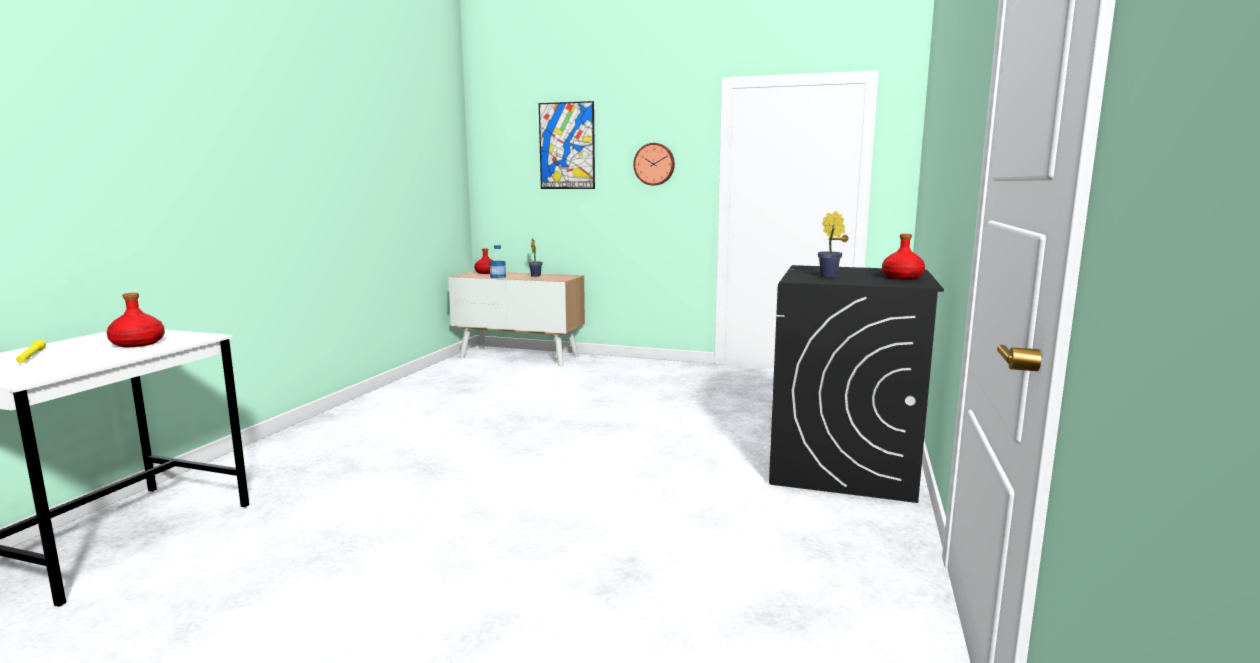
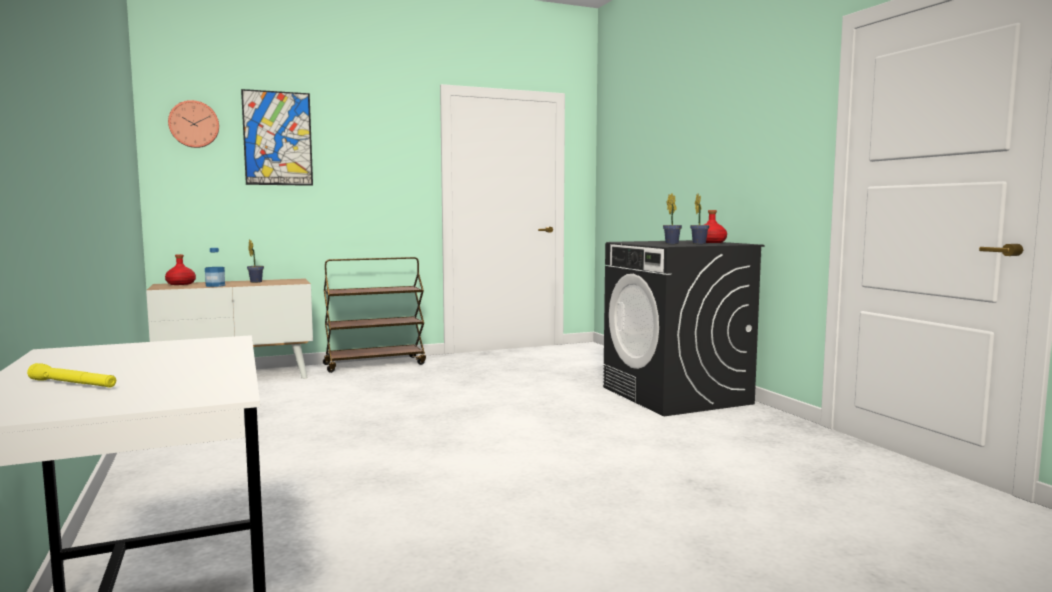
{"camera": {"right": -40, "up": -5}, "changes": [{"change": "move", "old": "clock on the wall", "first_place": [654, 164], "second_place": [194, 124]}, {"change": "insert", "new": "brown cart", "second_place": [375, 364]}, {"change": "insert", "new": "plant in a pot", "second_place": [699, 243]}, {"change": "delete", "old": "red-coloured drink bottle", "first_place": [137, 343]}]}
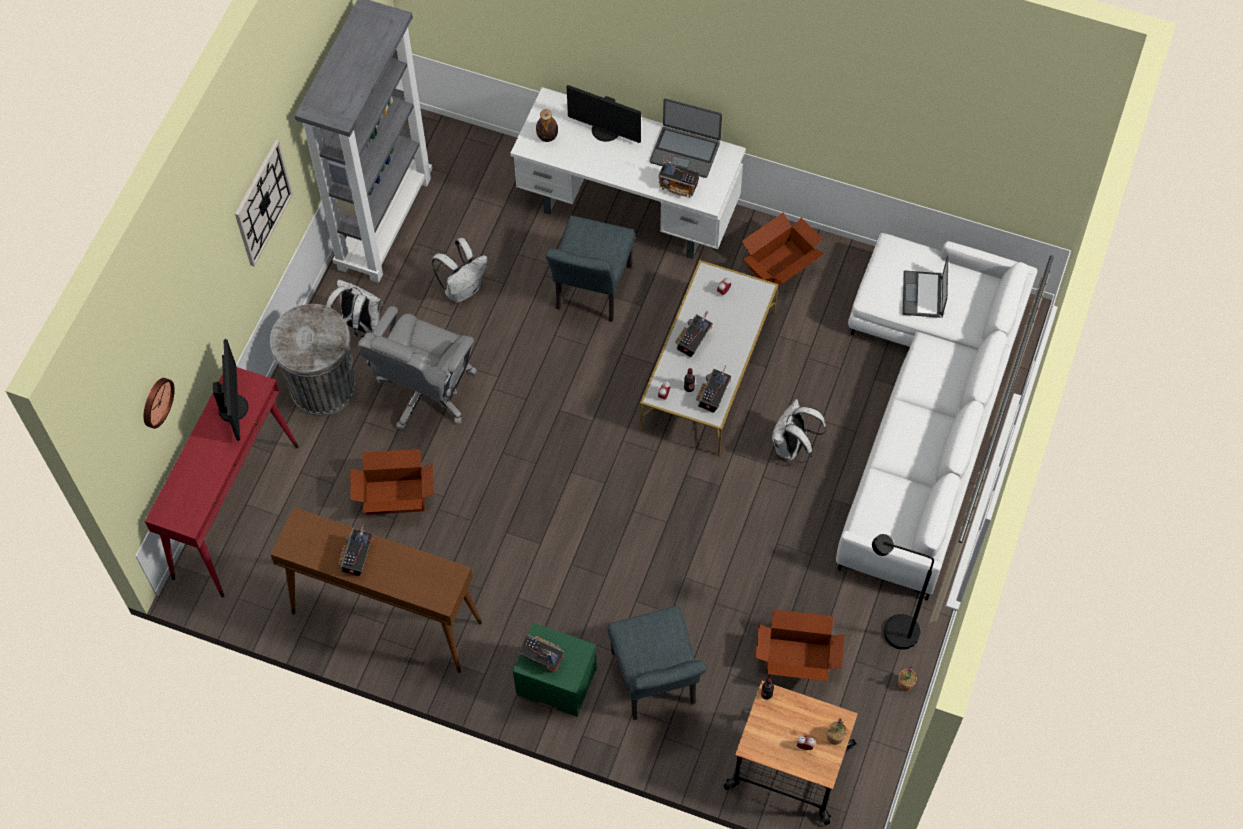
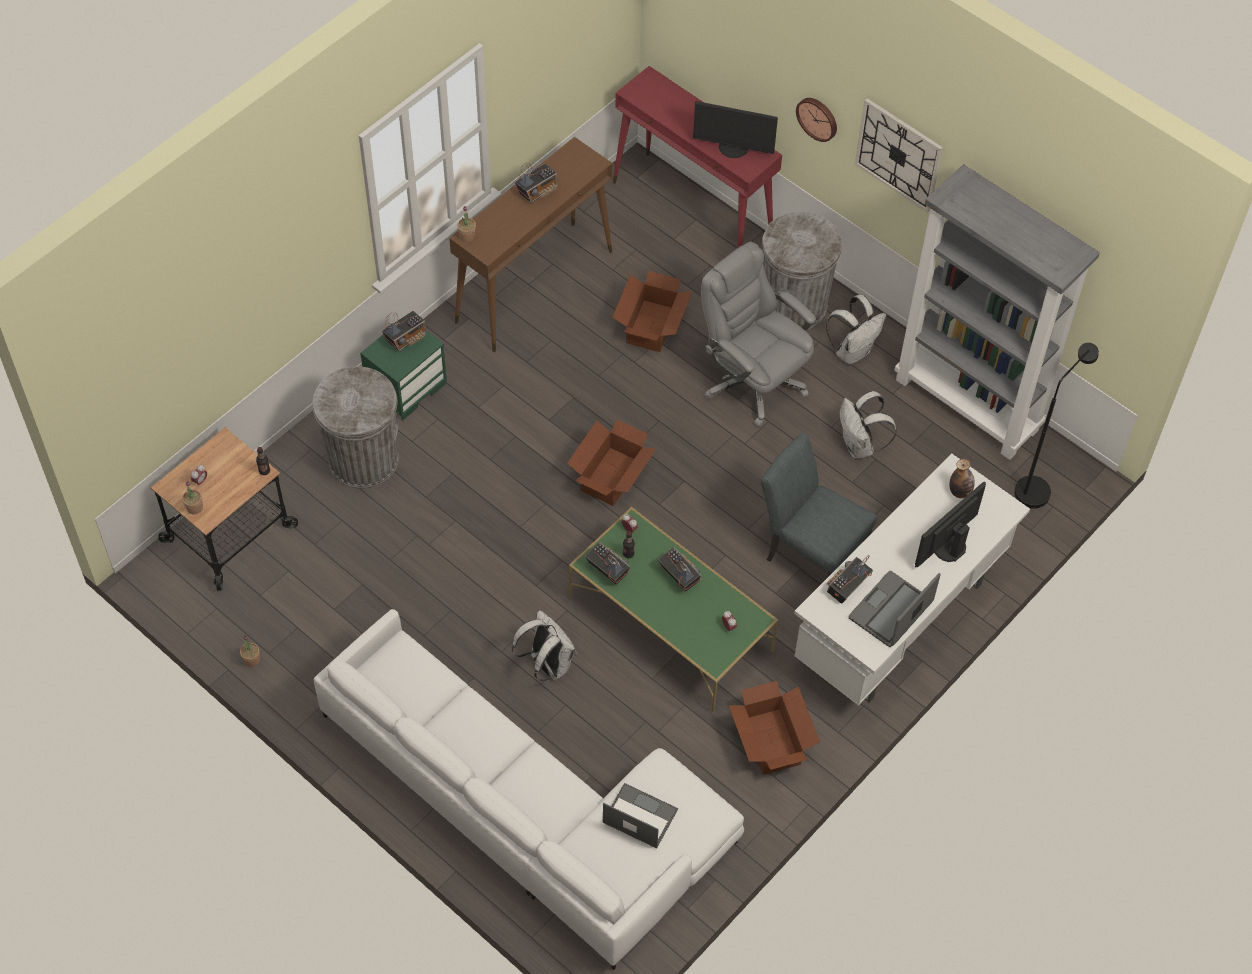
{"camera": {"right": 110, "up": -5}, "changes": [{"change": "replace", "old": "greyish chair", "new": "greyish trash can", "first_place": [655, 684], "second_place": [363, 460]}, {"change": "insert", "new": "plant in a pot", "second_place": [467, 236]}, {"change": "rotate", "old": "radio set", "first_place": [357, 559], "second_place": [538, 191], "degrees": 105}, {"change": "move", "old": "cardboard box", "first_place": [797, 658], "second_place": [612, 476]}, {"change": "recolor", "old": "white-coloured low table", "new": "greenish low table", "first_place": [708, 372], "second_place": [670, 623]}, {"change": "move", "old": "clock on the wall", "first_place": [156, 402], "second_place": [818, 118]}, {"change": "move", "old": "black-coloured floor lamp", "first_place": [891, 631], "second_place": [1036, 486]}]}
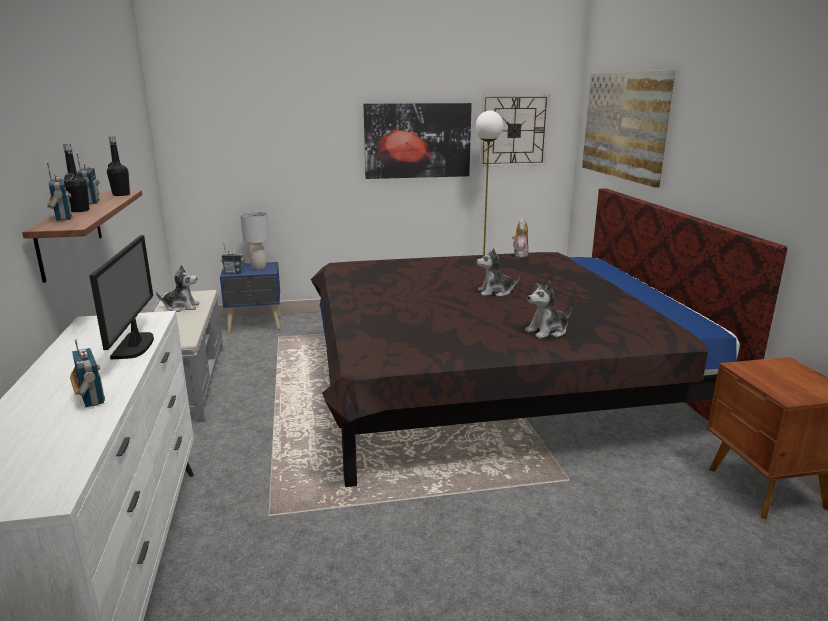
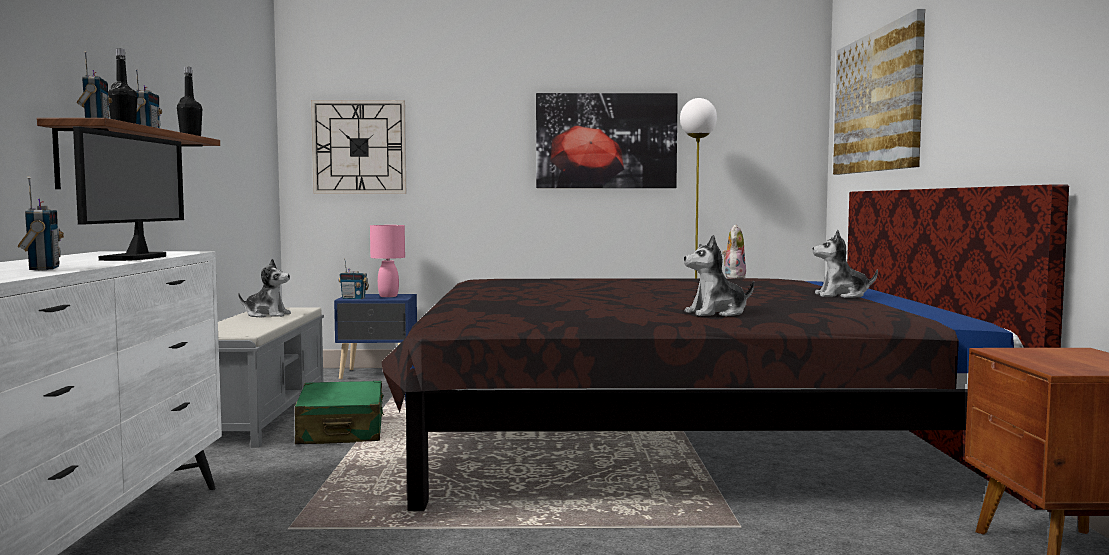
{"camera": {"right": 10, "up": -15}, "changes": [{"change": "insert", "new": "greenish piece of luggage", "second_place": [341, 431]}, {"change": "move", "old": "clock on the wall", "first_place": [513, 130], "second_place": [359, 147]}, {"change": "recolor", "old": "greyish lamp for a table", "new": "pink lamp for a table", "first_place": [258, 267], "second_place": [388, 296]}, {"change": "move", "old": "plush toy", "first_place": [495, 292], "second_place": [841, 296]}]}
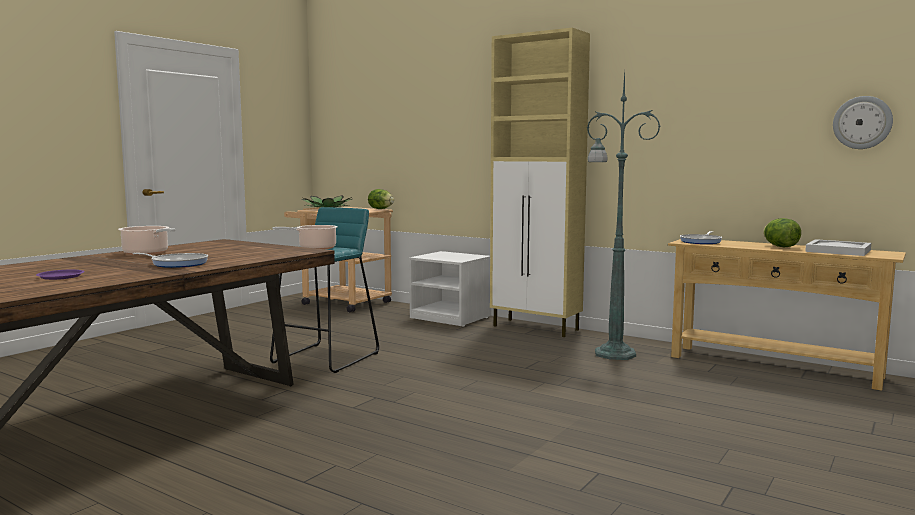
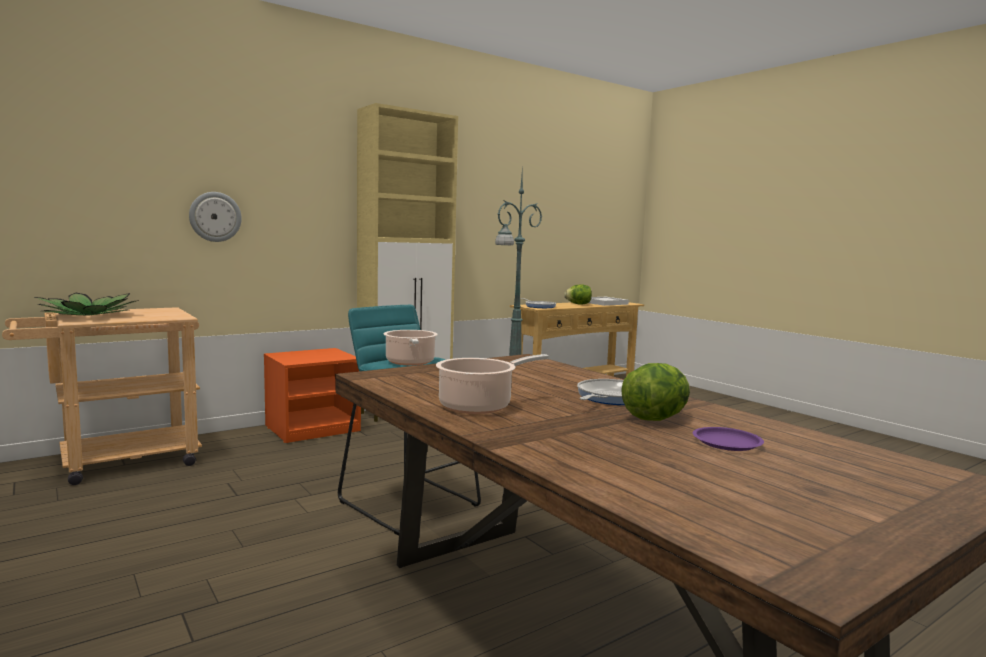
{"camera": {"right": -70, "up": 0}, "changes": [{"change": "move", "old": "clock on the wall", "first_place": [862, 122], "second_place": [215, 217]}, {"change": "recolor", "old": "white-coloured nightstand", "new": "orange nightstand", "first_place": [451, 317], "second_place": [313, 428]}, {"change": "move", "old": "head of lettuce", "first_place": [380, 209], "second_place": [655, 418]}]}
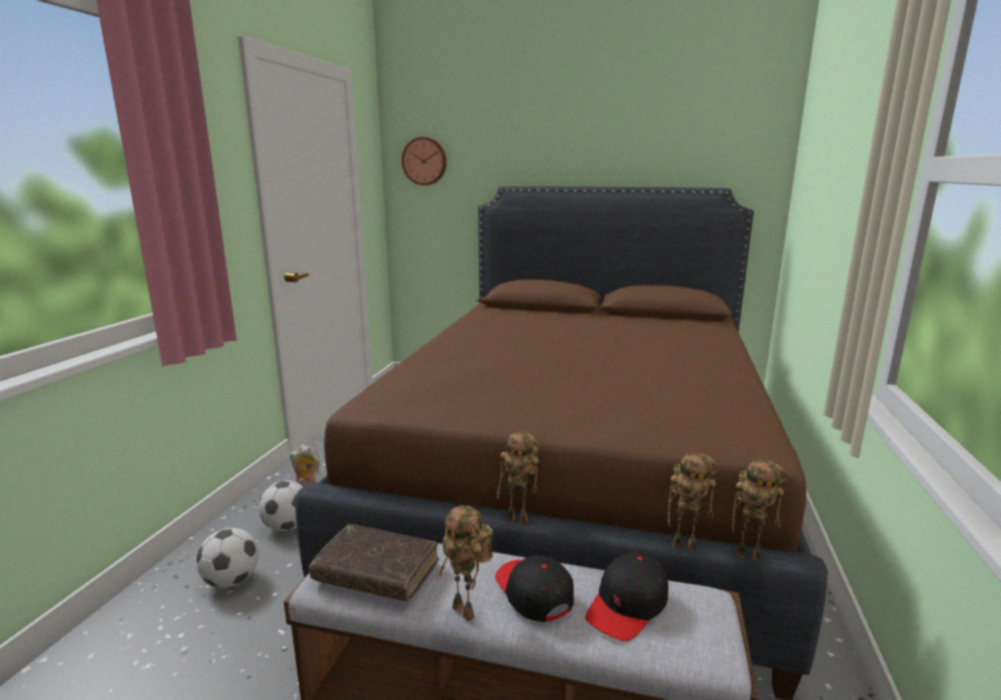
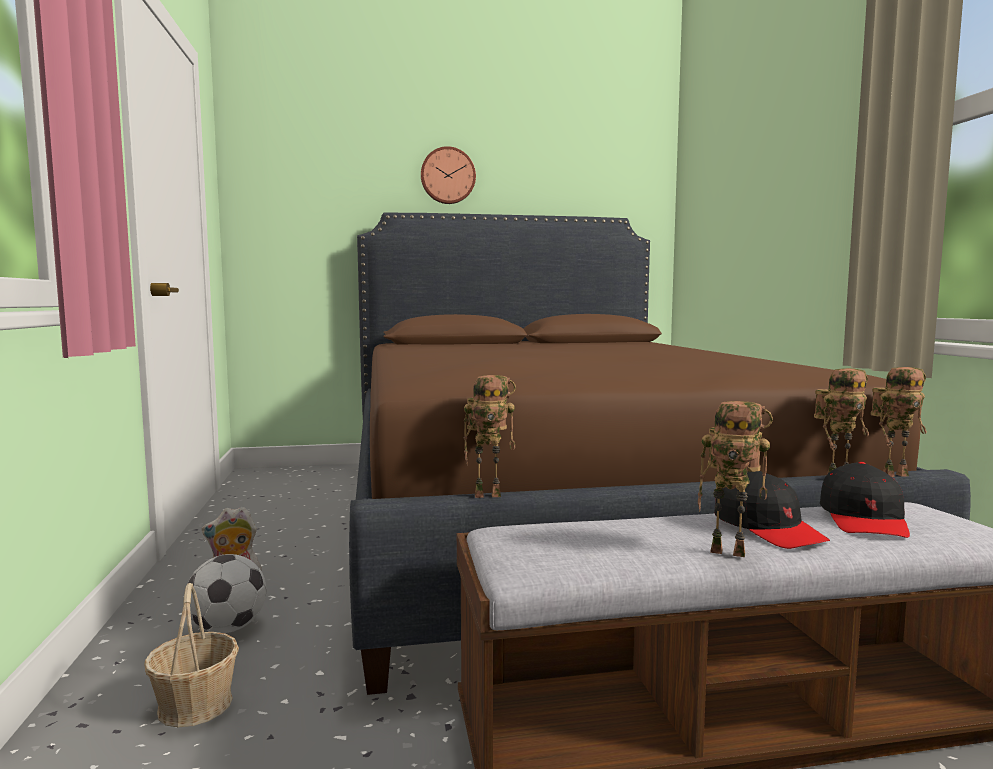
{"camera": {"right": -25, "up": -10}, "changes": [{"change": "replace", "old": "football", "new": "household basket", "first_place": [231, 581], "second_place": [196, 705]}, {"change": "move", "old": "clock on the wall", "first_place": [425, 161], "second_place": [447, 176]}, {"change": "move", "old": "toy robot", "first_place": [519, 519], "second_place": [489, 495]}, {"change": "rotate", "old": "black-coloured baseball cap", "first_place": [533, 593], "second_place": [768, 527], "degrees": -150}, {"change": "delete", "old": "brown book", "first_place": [376, 573]}]}
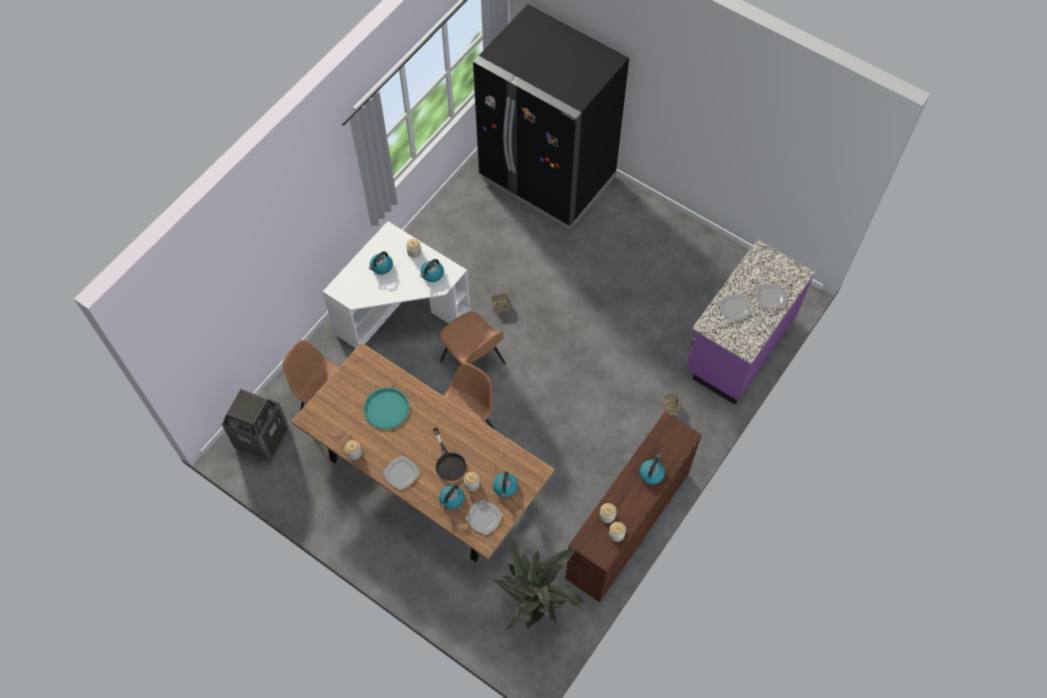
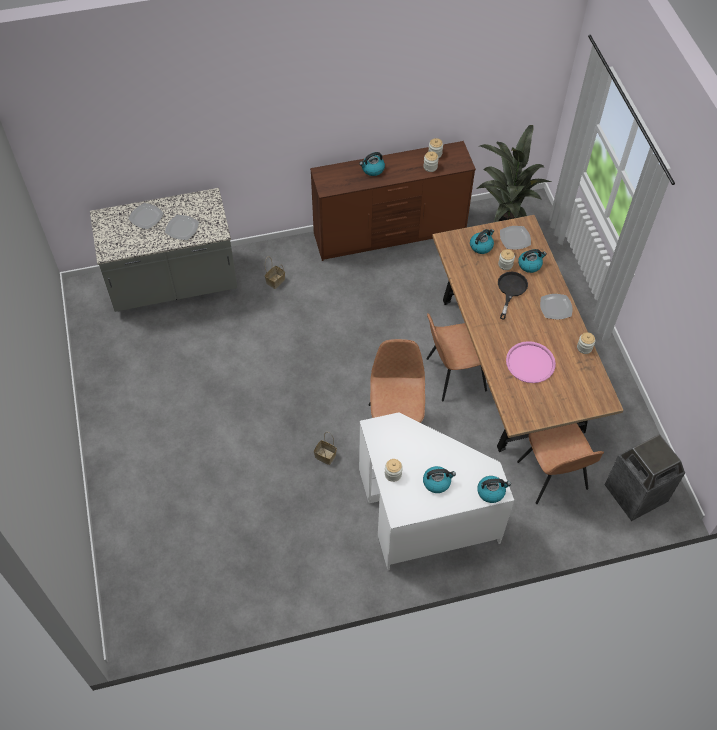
{"camera": {"right": -140, "up": -5}, "changes": [{"change": "recolor", "old": "purple-coloured kitchen base unit", "new": "greyish kitchen base unit", "first_place": [738, 345], "second_place": [174, 285]}, {"change": "move", "old": "tea kettle", "first_place": [432, 274], "second_place": [491, 492]}, {"change": "recolor", "old": "turquoise tray", "new": "pink tray", "first_place": [386, 409], "second_place": [530, 363]}, {"change": "delete", "old": "black-coloured kitchen fridge", "first_place": [547, 178]}]}
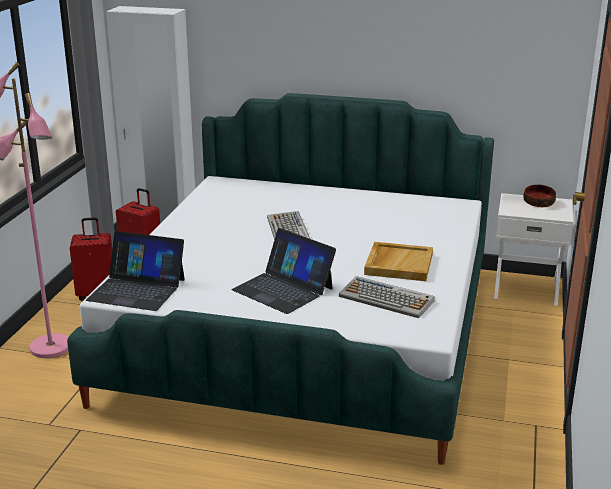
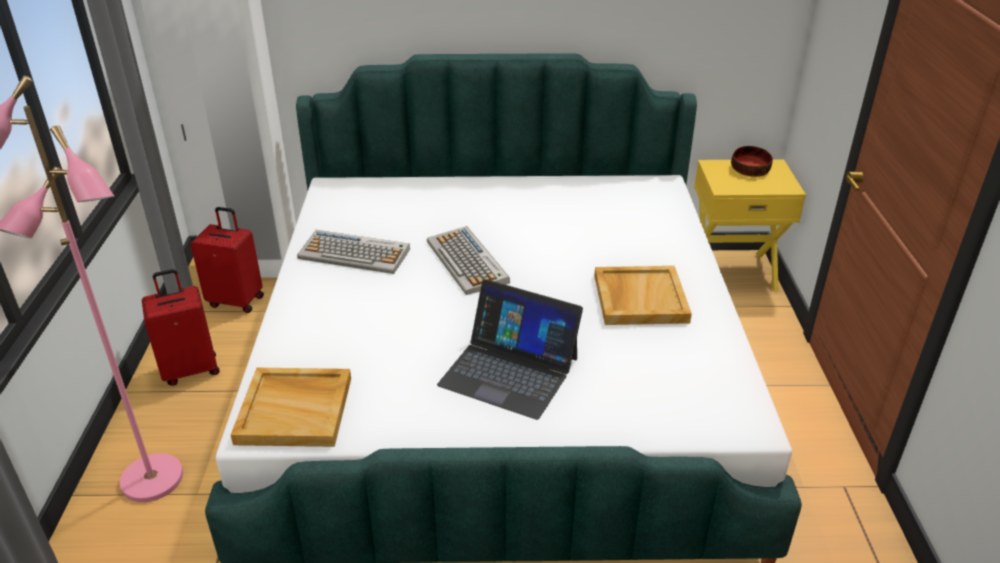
{"camera": {"right": -15, "up": 10}, "changes": [{"change": "replace", "old": "portable computer", "new": "beige tray", "first_place": [137, 289], "second_place": [296, 409]}, {"change": "move", "old": "PC keyboard", "first_place": [387, 299], "second_place": [355, 253]}, {"change": "recolor", "old": "white-coloured nightstand", "new": "yellow-coloured nightstand", "first_place": [526, 288], "second_place": [731, 271]}]}
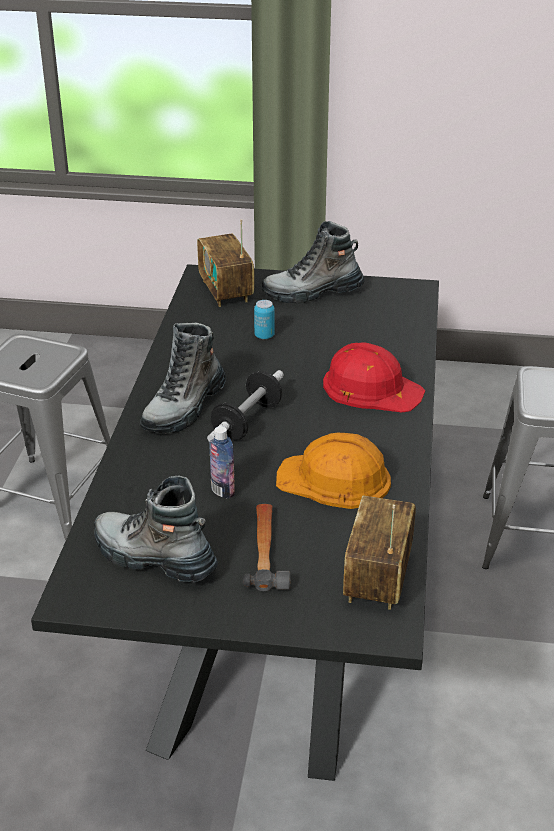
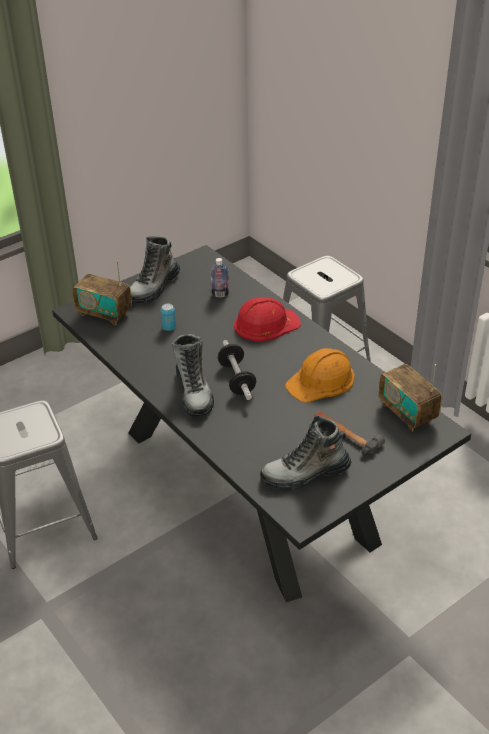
{"camera": {"right": -45, "up": 5}, "changes": [{"change": "move", "old": "drink bottle", "first_place": [222, 491], "second_place": [220, 294]}]}
